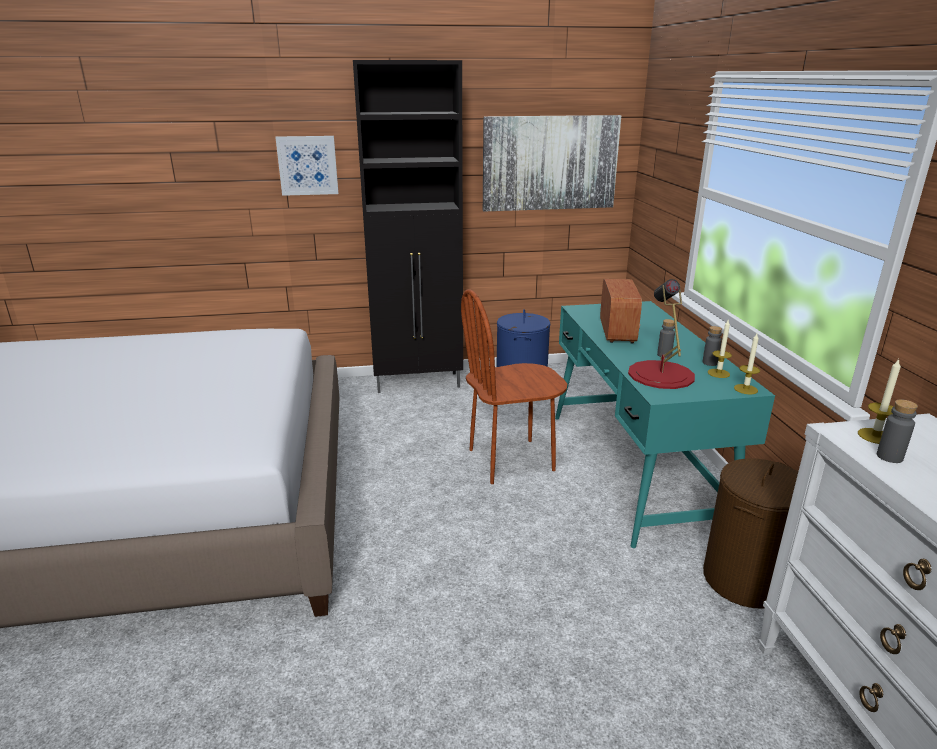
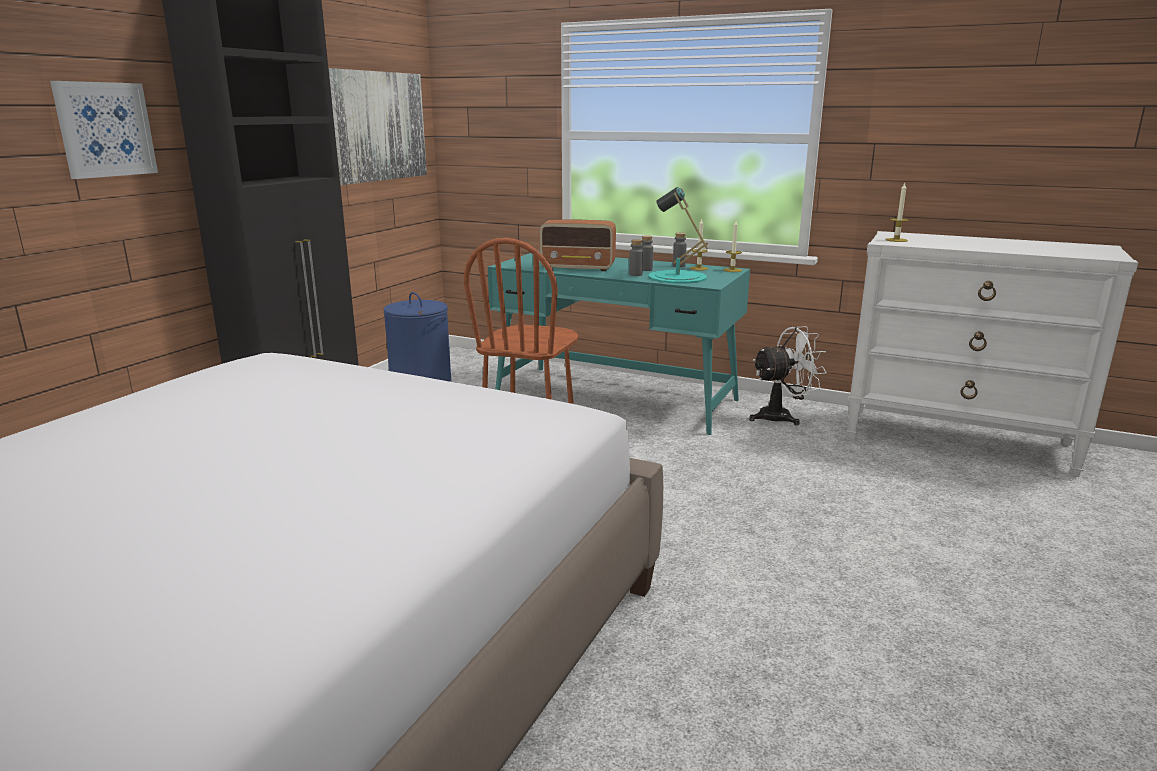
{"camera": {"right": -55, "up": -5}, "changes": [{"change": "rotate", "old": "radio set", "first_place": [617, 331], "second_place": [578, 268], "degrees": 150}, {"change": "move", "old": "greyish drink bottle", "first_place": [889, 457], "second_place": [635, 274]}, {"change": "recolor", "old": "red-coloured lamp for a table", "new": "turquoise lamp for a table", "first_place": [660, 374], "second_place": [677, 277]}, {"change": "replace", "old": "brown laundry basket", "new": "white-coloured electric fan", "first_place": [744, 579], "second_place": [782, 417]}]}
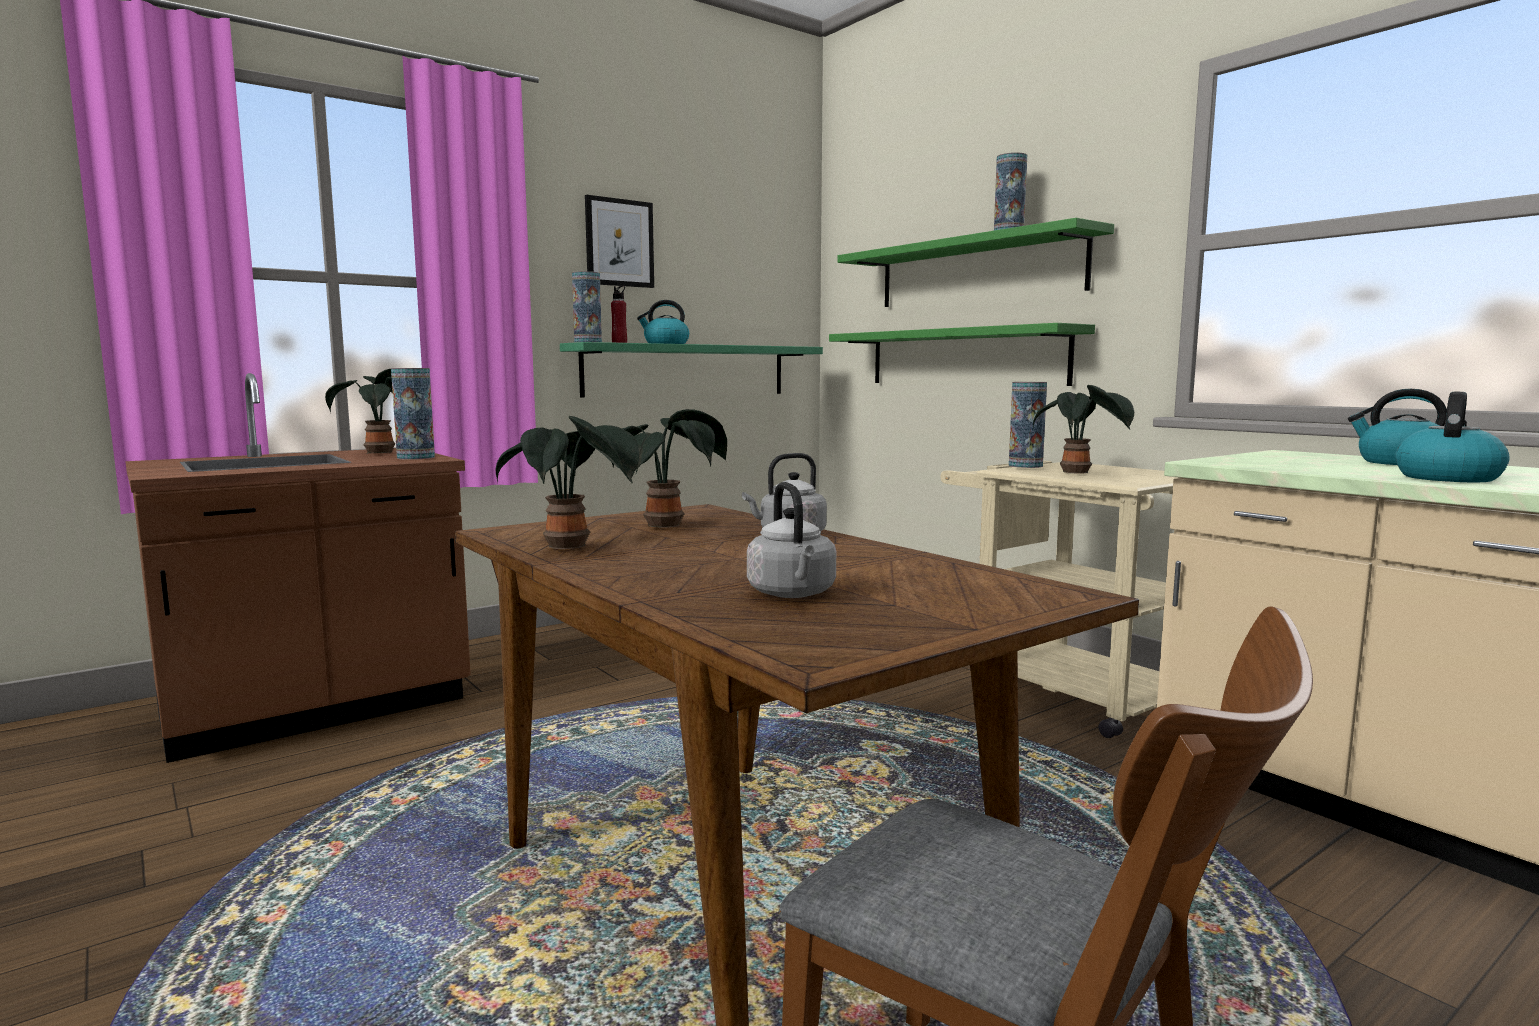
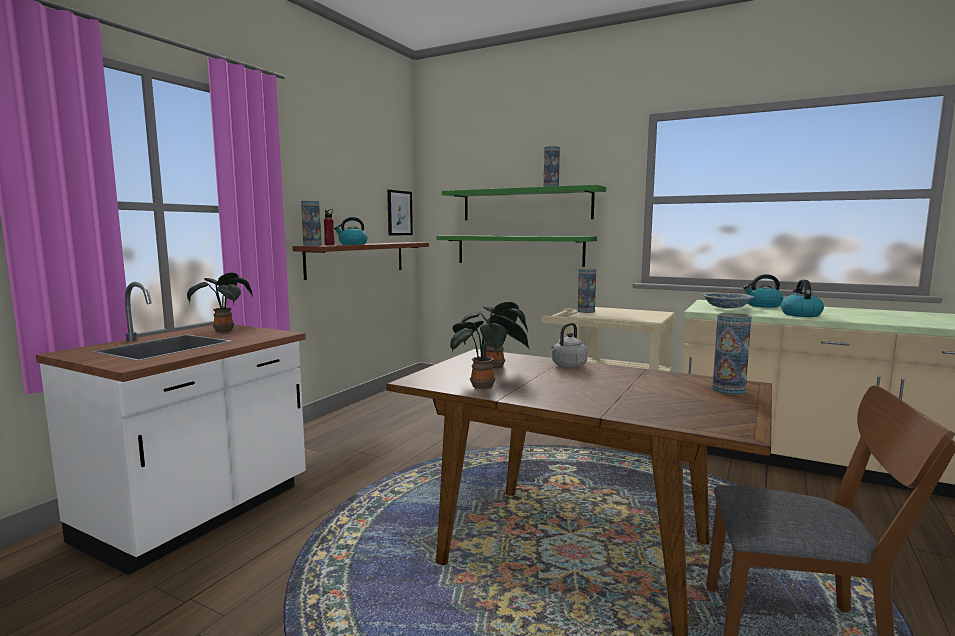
{"camera": {"right": -25, "up": 0}, "changes": [{"change": "recolor", "old": "brown kitchen base unit", "new": "white-coloured kitchen base unit", "first_place": [317, 710], "second_place": [198, 514]}, {"change": "recolor", "old": "greenish bracket shelf", "new": "brown bracket shelf", "first_place": [687, 370], "second_place": [357, 259]}, {"change": "move", "old": "wall picture", "first_place": [619, 243], "second_place": [399, 213]}, {"change": "insert", "new": "deep dish", "second_place": [726, 308]}, {"change": "move", "old": "vase", "first_place": [416, 457], "second_place": [728, 390]}, {"change": "delete", "old": "greyish tea kettle", "first_place": [793, 594]}, {"change": "delete", "old": "plant in a pot", "first_place": [1079, 473]}]}
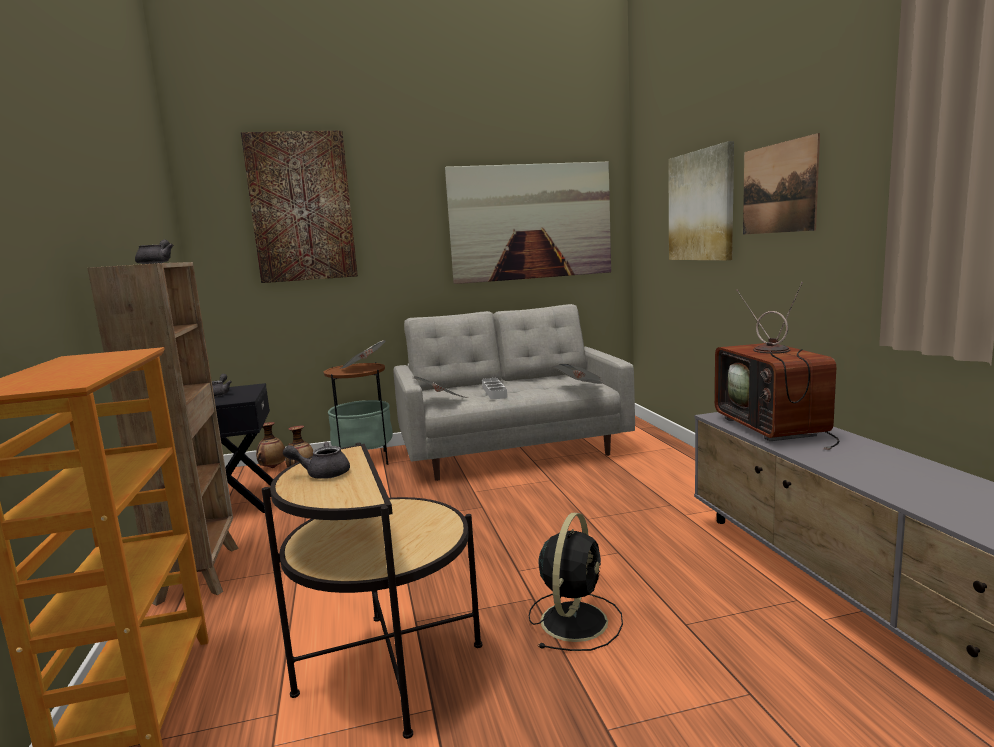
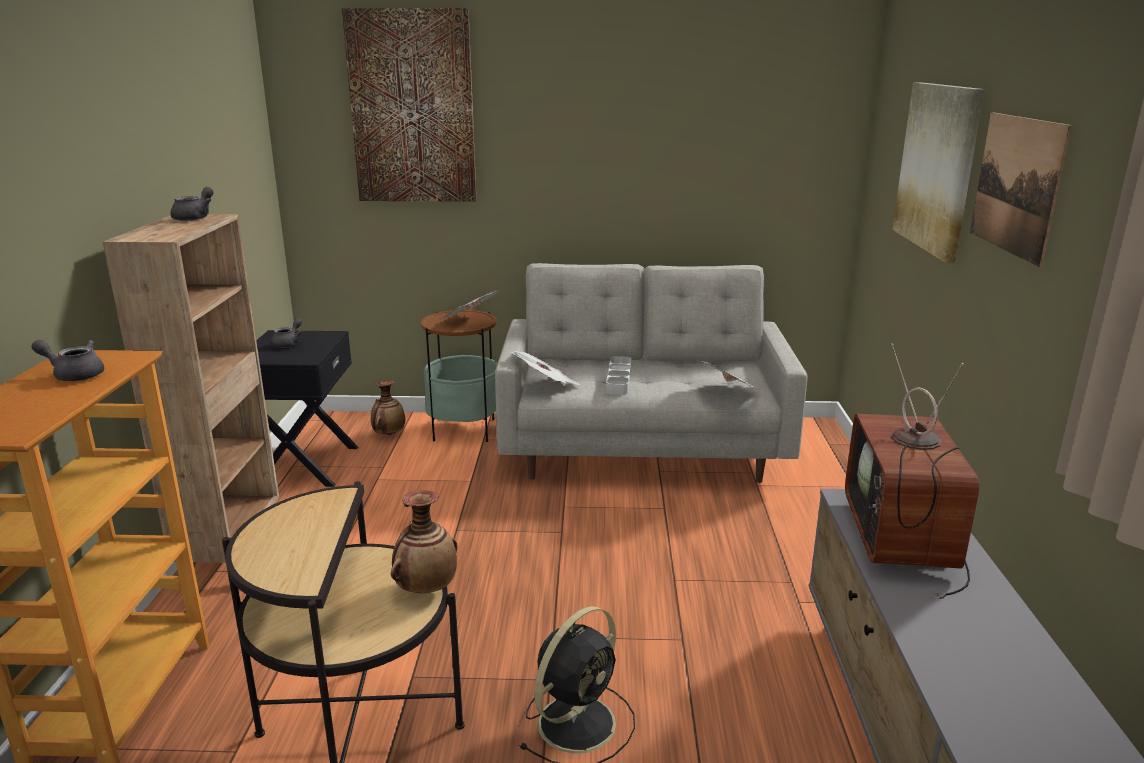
{"camera": {"right": 15, "up": 10}, "changes": [{"change": "move", "old": "greyish tea pot", "first_place": [322, 474], "second_place": [74, 375]}, {"change": "move", "old": "vase", "first_place": [272, 467], "second_place": [426, 588]}, {"change": "delete", "old": "wall picture", "first_place": [530, 222]}]}
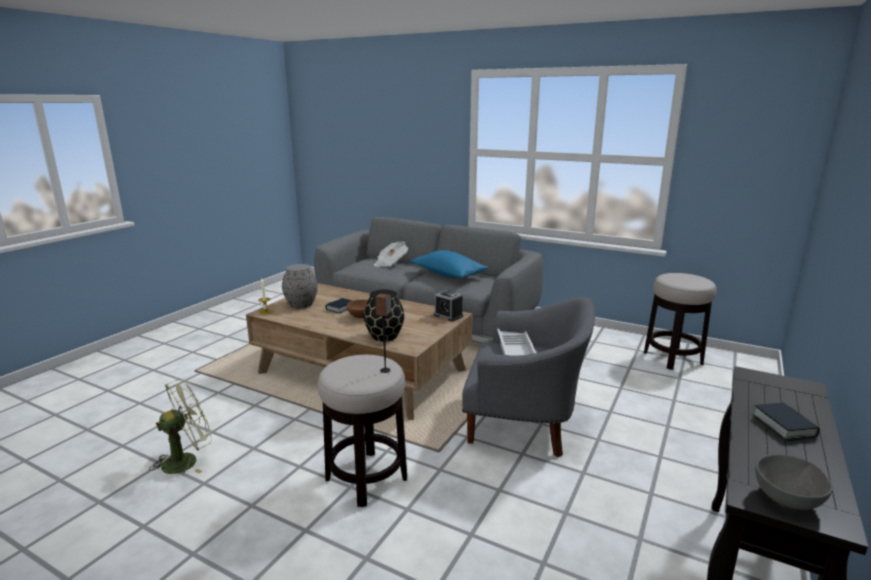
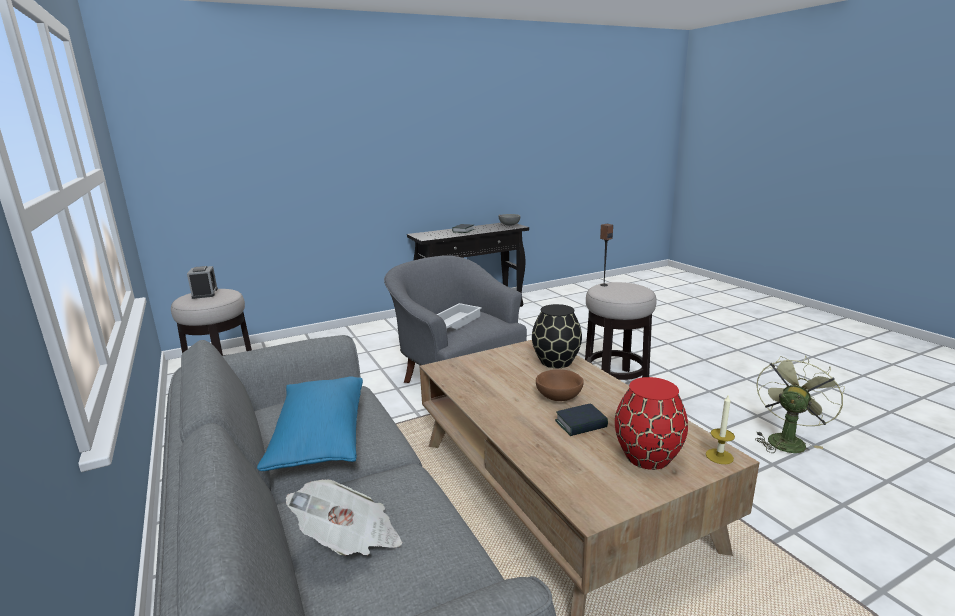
{"camera": {"right": -145, "up": 0}, "changes": [{"change": "move", "old": "table clock", "first_place": [448, 315], "second_place": [205, 293]}, {"change": "recolor", "old": "greyish vase", "new": "red-coloured vase", "first_place": [301, 304], "second_place": [647, 457]}, {"change": "rotate", "old": "greenish electric fan", "first_place": [187, 460], "second_place": [786, 440], "degrees": 135}]}
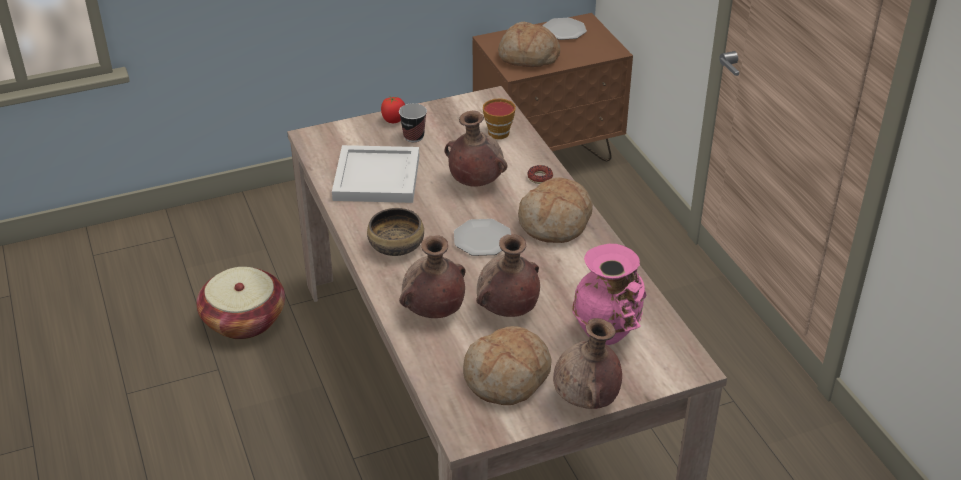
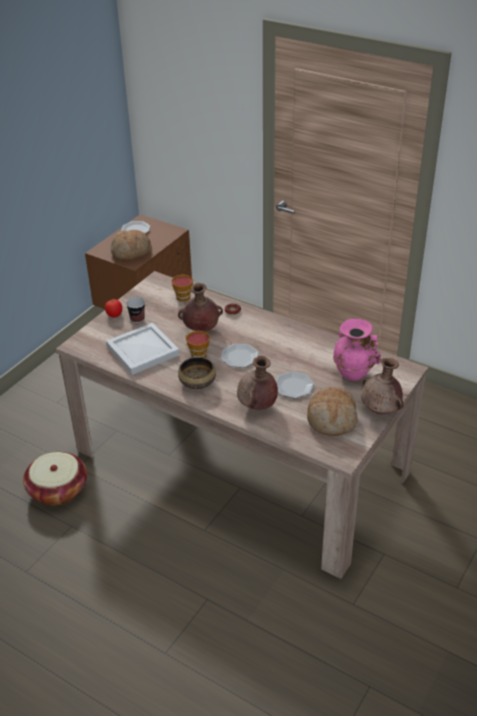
{"camera": {"right": -35, "up": 0}, "changes": [{"change": "insert", "new": "drinking cup", "second_place": [197, 354]}, {"change": "replace", "old": "brown vase", "new": "flat dish", "first_place": [507, 310], "second_place": [293, 386]}, {"change": "delete", "old": "bakery bread", "first_place": [555, 222]}]}
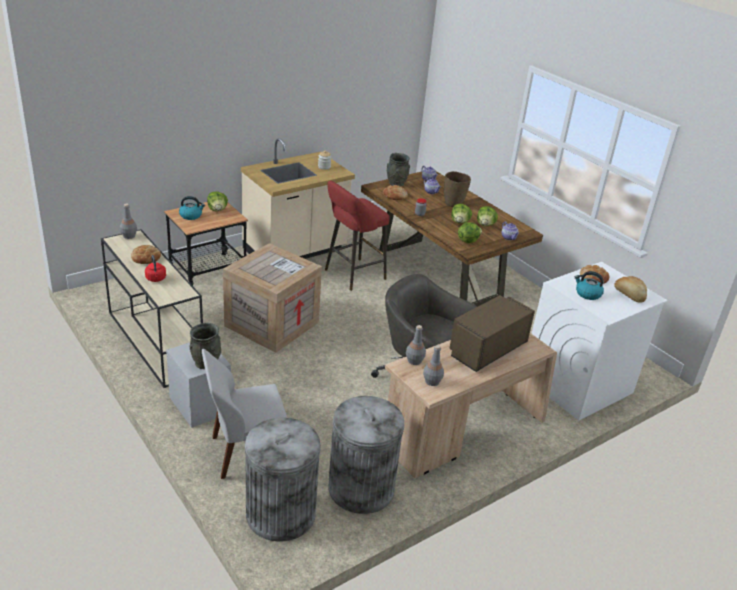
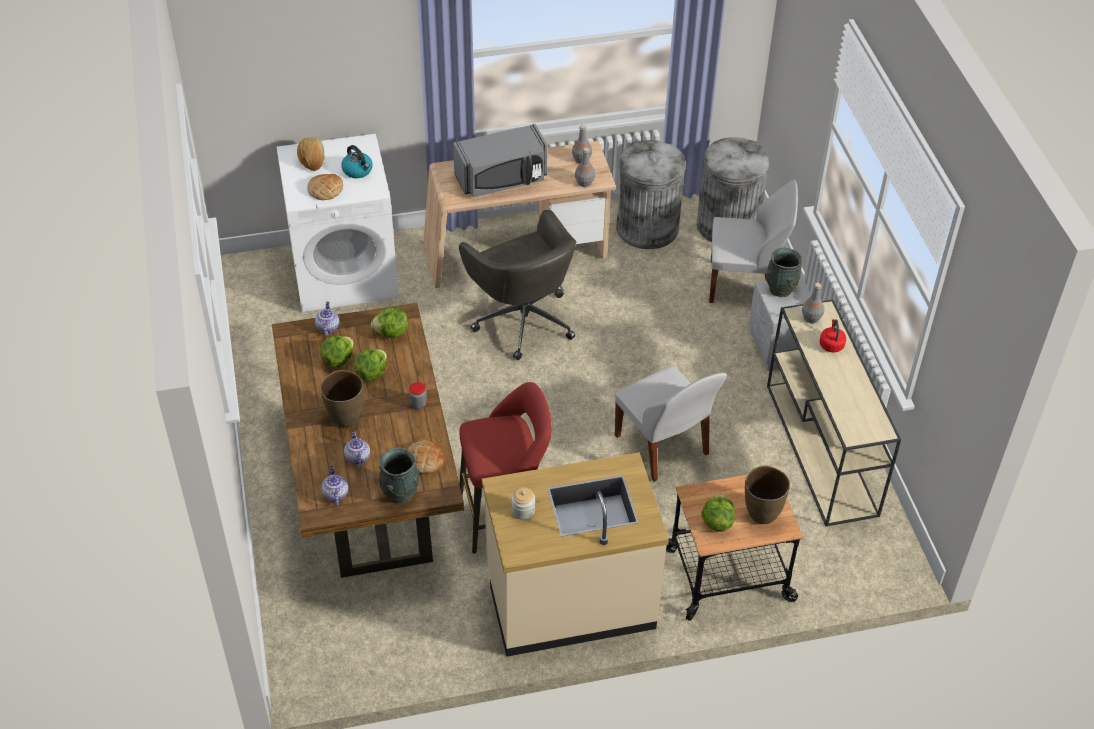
{"camera": {"right": -155, "up": 15}, "changes": [{"change": "recolor", "old": "brown kitchen microwave", "new": "greyish kitchen microwave", "first_place": [486, 349], "second_place": [502, 179]}, {"change": "replace", "old": "shipping crate", "new": "white-coloured chair", "first_place": [271, 323], "second_place": [663, 447]}, {"change": "replace", "old": "tea kettle", "new": "brown vase", "first_place": [191, 215], "second_place": [761, 514]}, {"change": "move", "old": "greyish drink bottle", "first_place": [129, 236], "second_place": [811, 318]}, {"change": "delete", "old": "bakery bread", "first_place": [146, 257]}]}
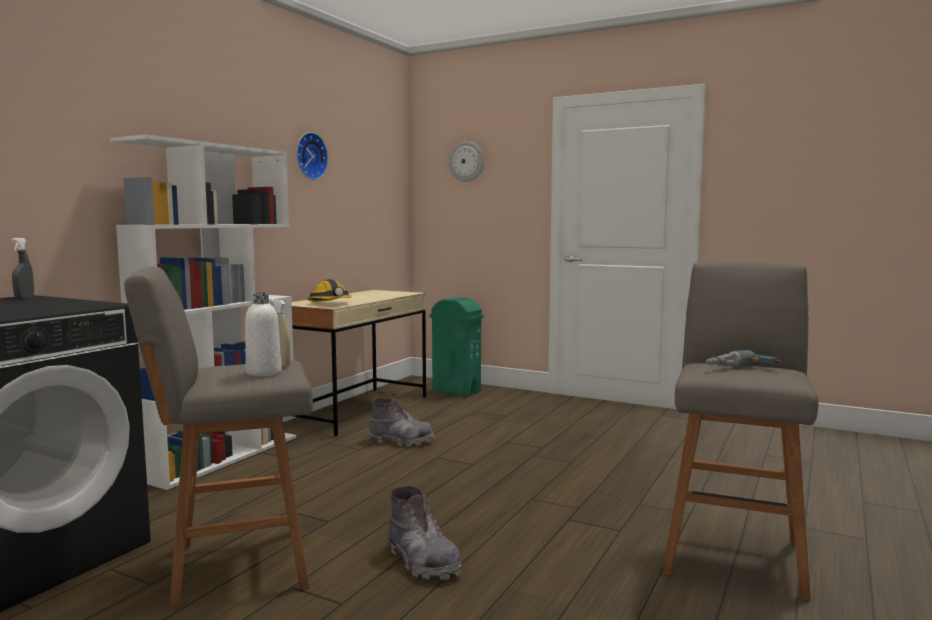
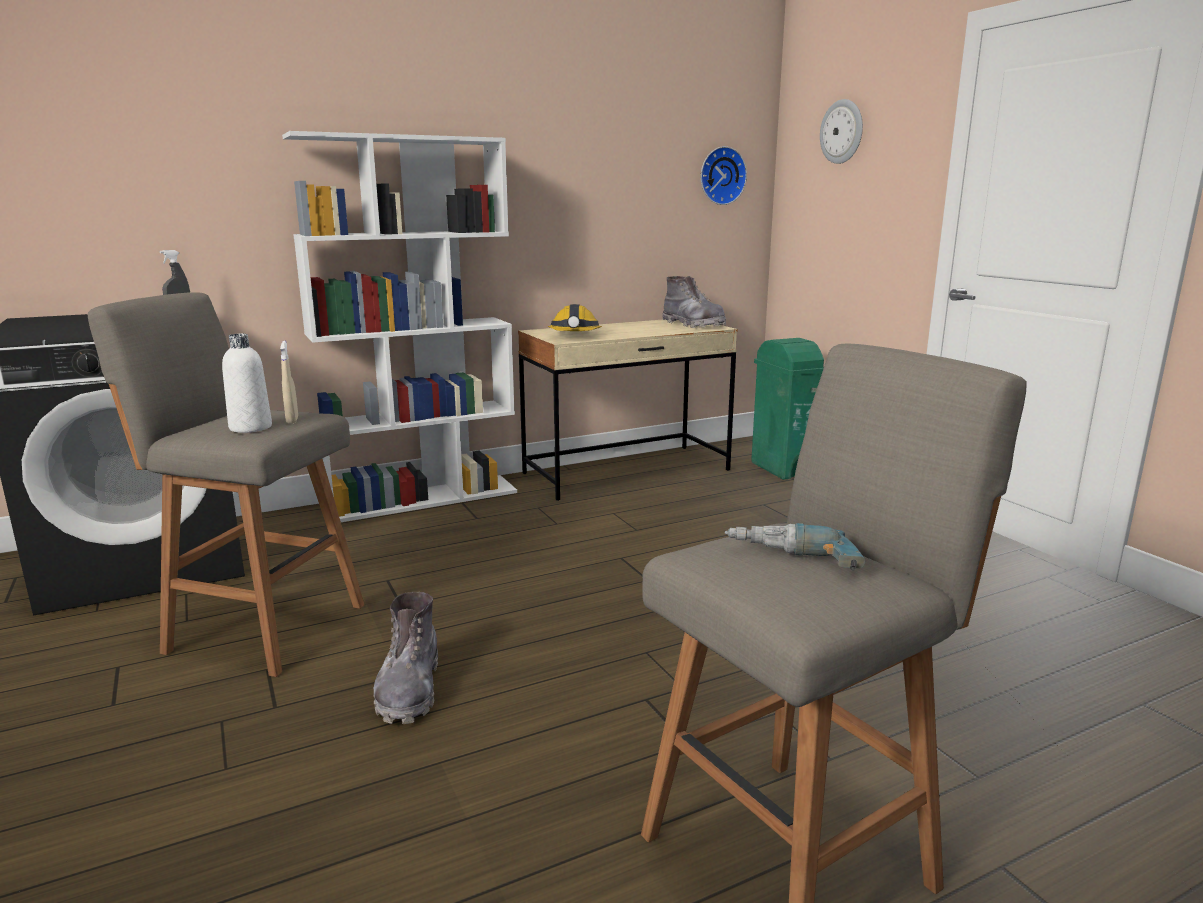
{"camera": {"right": 35, "up": 10}, "changes": [{"change": "move", "old": "greyish high-top boot", "first_place": [401, 441], "second_place": [693, 325]}, {"change": "move", "old": "clock on the wall", "first_place": [309, 156], "second_place": [721, 176]}]}
